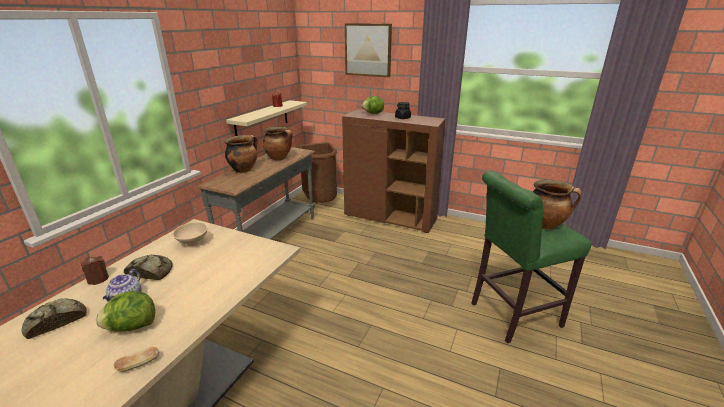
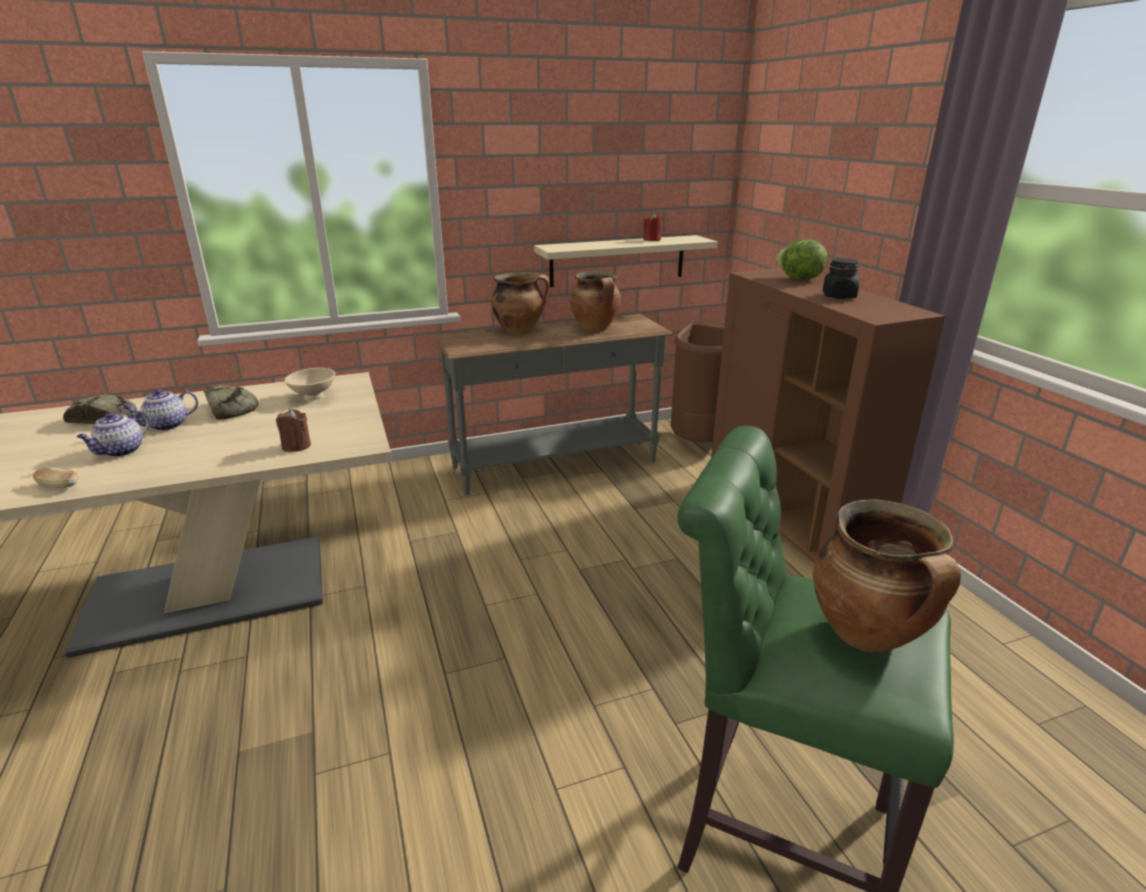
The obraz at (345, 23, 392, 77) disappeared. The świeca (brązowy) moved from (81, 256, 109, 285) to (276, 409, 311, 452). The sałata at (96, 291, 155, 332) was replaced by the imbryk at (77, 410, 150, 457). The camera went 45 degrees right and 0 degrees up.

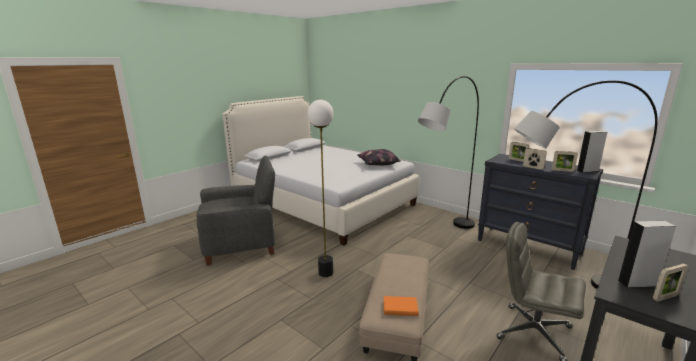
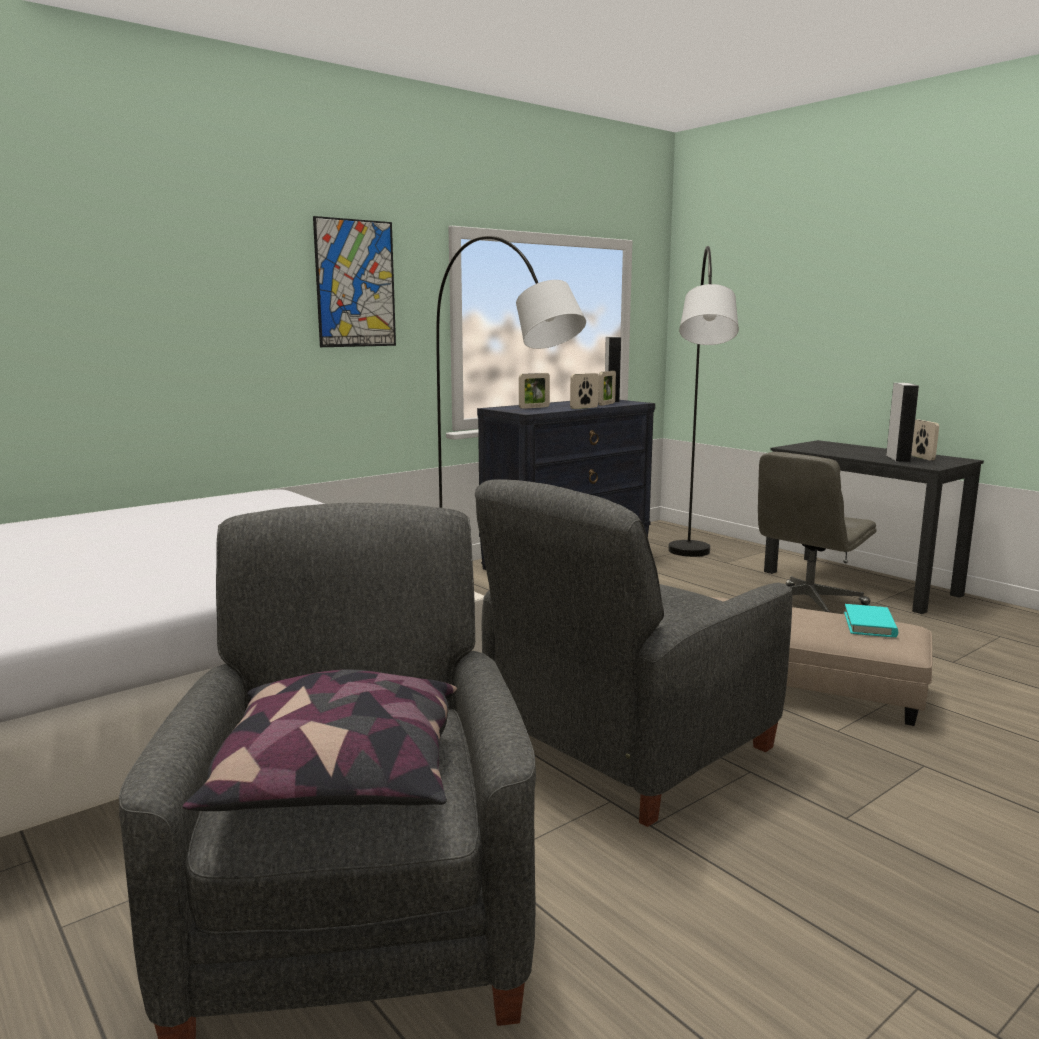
The lampa stojąca at (308, 100, 333, 277) was replaced by the fotel (szary) at (475, 479, 792, 827). The poduszka moved from (357, 149, 401, 165) to (182, 669, 457, 811). The książka (pomarańczowy) at (384, 296, 419, 316) became the książka (turkusowy) at (844, 604, 898, 637). The obraz at (313, 216, 396, 347) appeared. The camera went 80 degrees left and 5 degrees down.

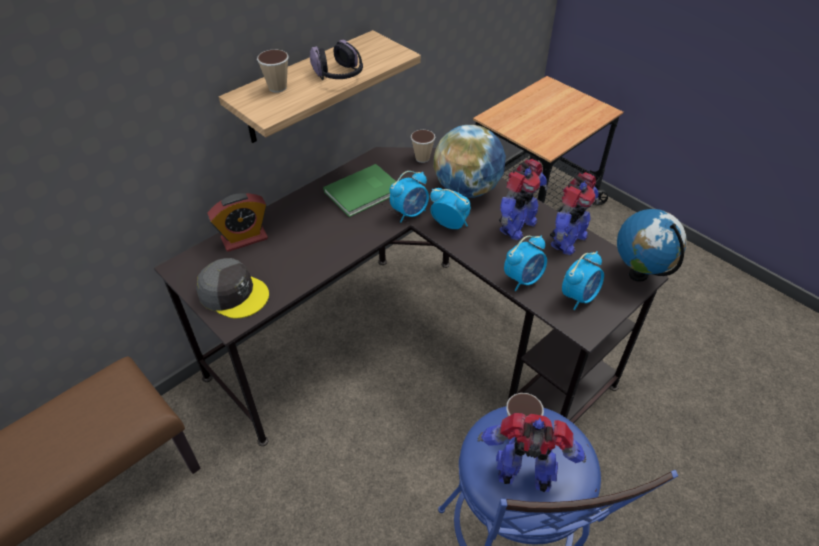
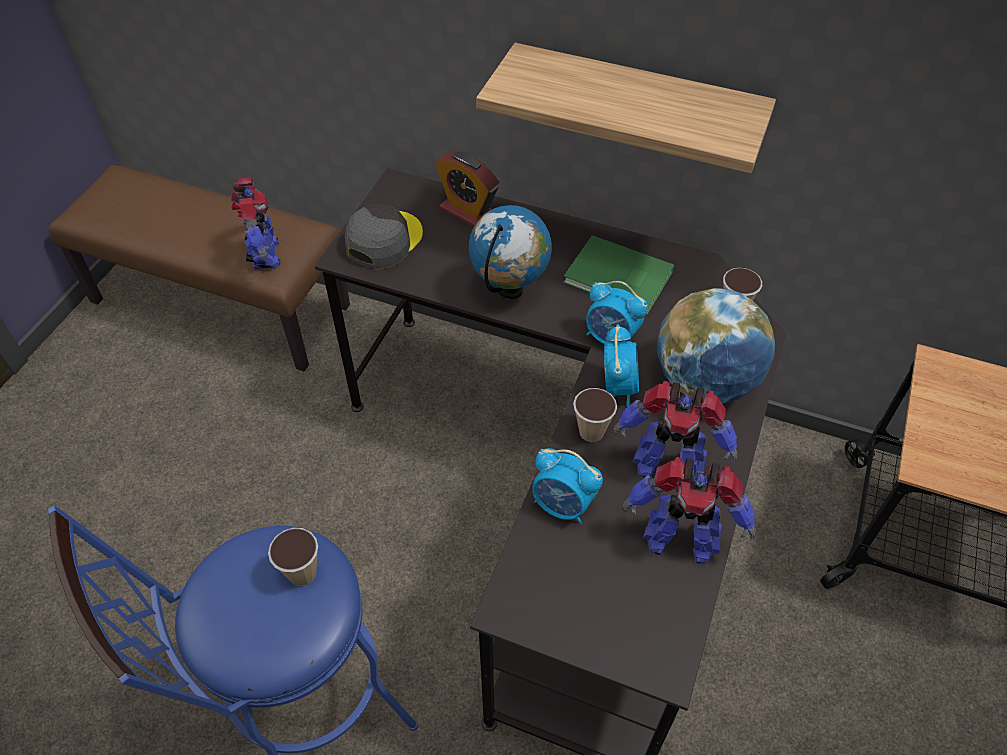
The słuchawki at (310, 39, 363, 80) disappeared. The filiżanka moved from (257, 50, 289, 93) to (573, 388, 617, 442). The globus moved from (617, 209, 687, 282) to (469, 205, 552, 299). The budzik at (562, 251, 604, 310) disappeared. The czapka z daszkiem (szary) at (196, 258, 269, 318) turned 150 degrees counterclockwise. The robot zabawkowy moved from (478, 413, 586, 492) to (231, 177, 280, 270). The camera went 65 degrees right and 5 degrees up.

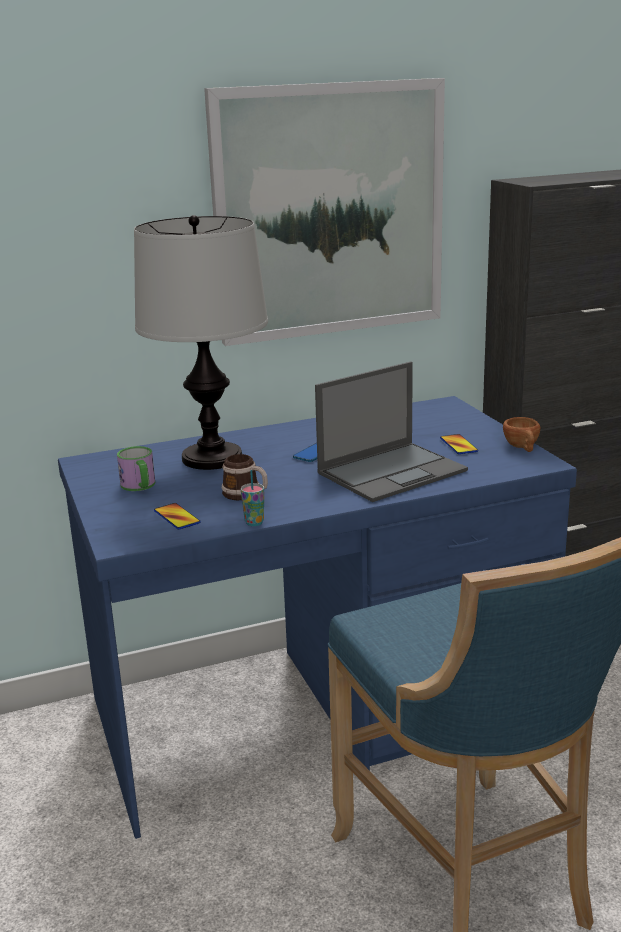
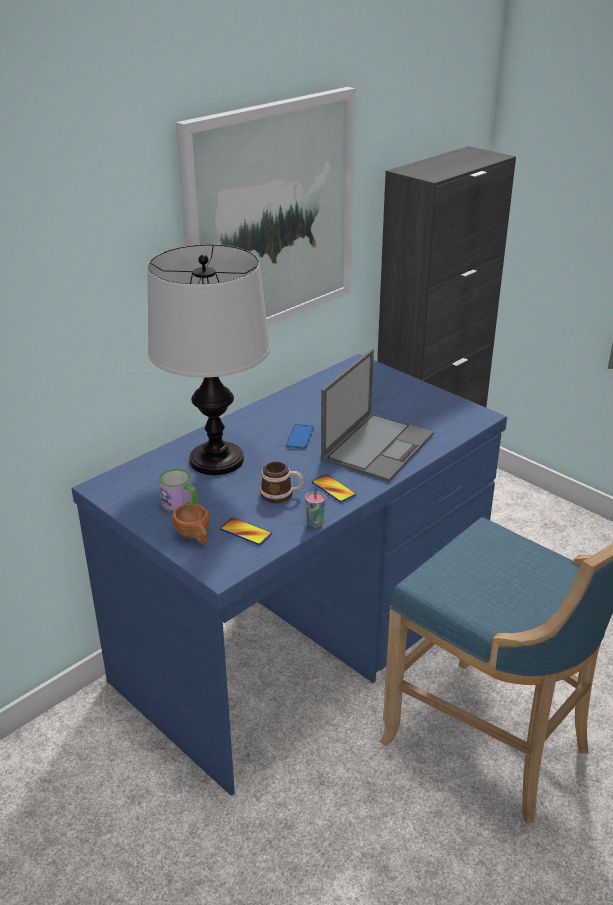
The filiżanka (brązowy) moved from (503, 417, 540, 452) to (172, 503, 210, 545). The telefon moved from (440, 434, 478, 454) to (312, 474, 356, 502). The camera went 25 degrees left and 10 degrees up.

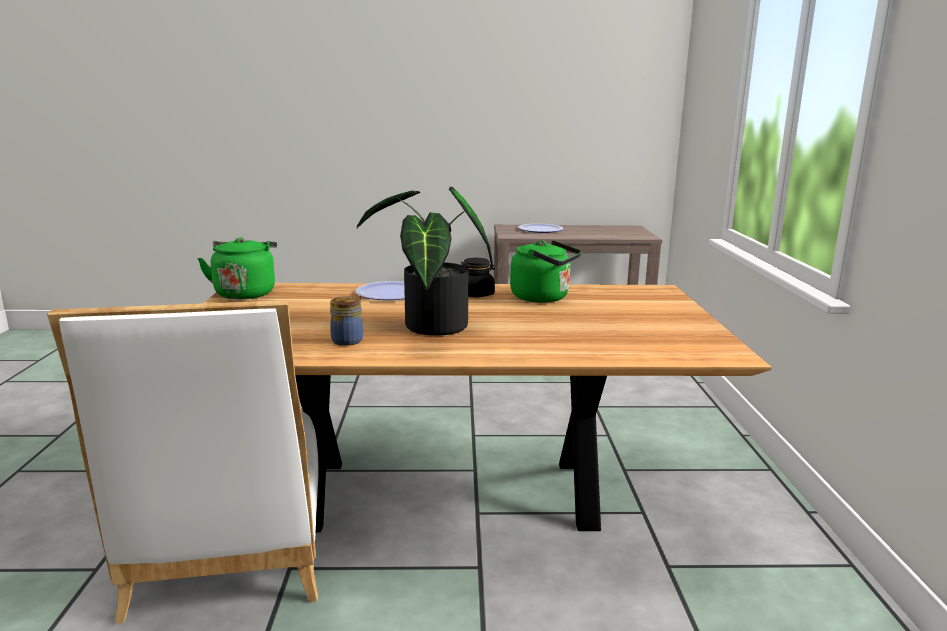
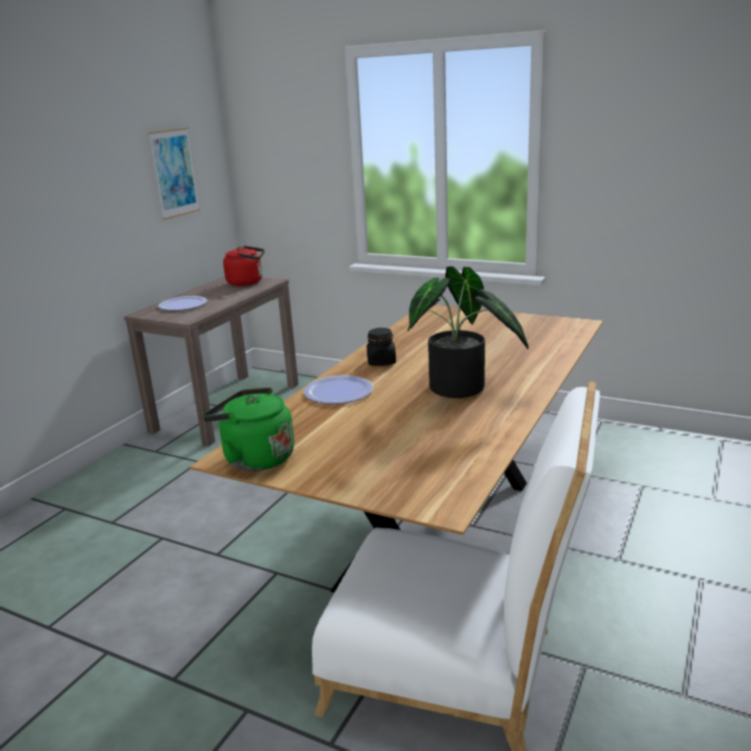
The czajnik (zielony) at (510, 240, 582, 303) disappeared. The słoik at (330, 296, 363, 346) disappeared. The obraz at (148, 127, 200, 220) appeared. The czajnik (czerwony) at (223, 246, 265, 286) appeared. The camera went 60 degrees left and 5 degrees up.

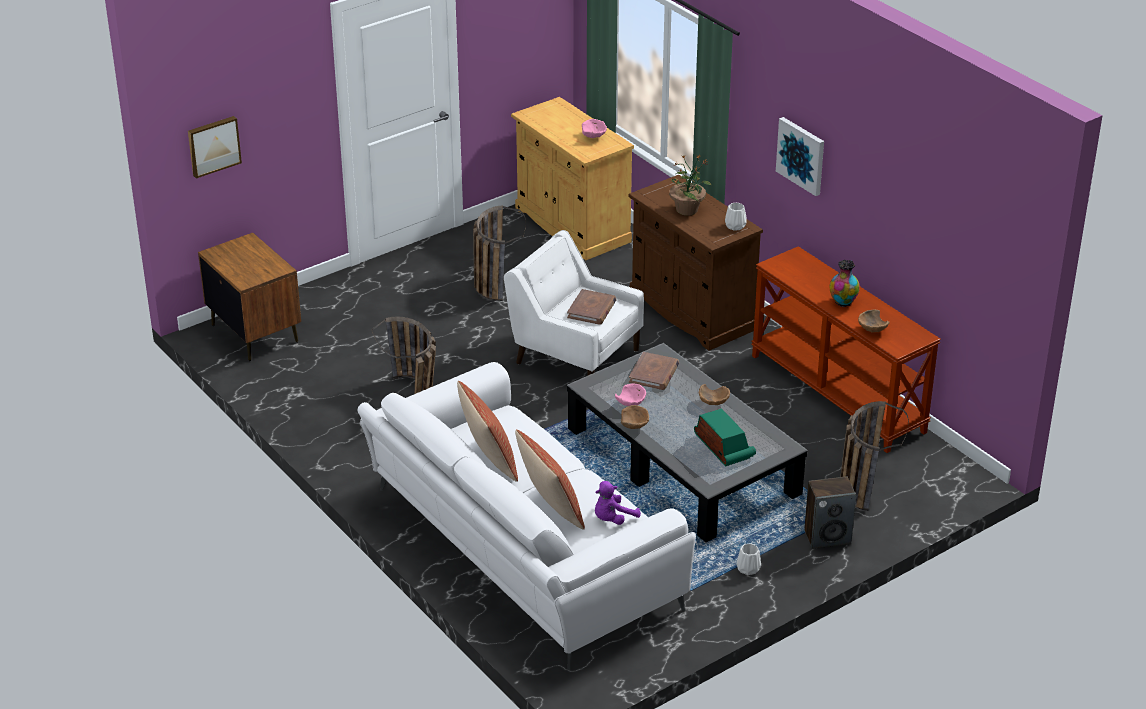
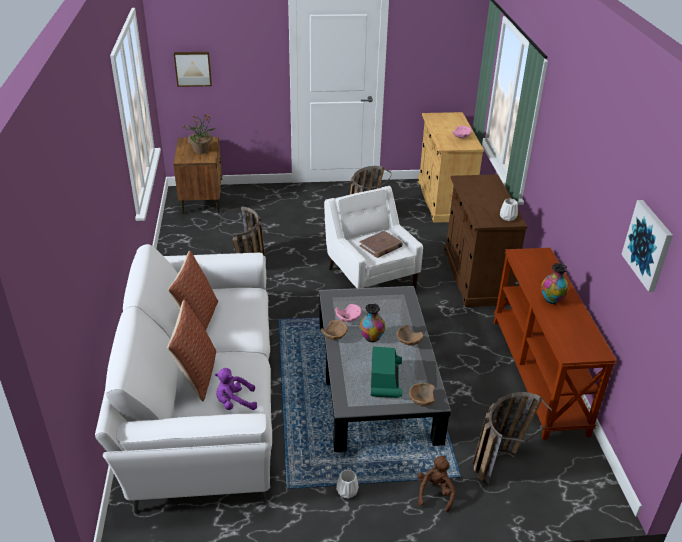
The obraz moved from (776, 117, 824, 196) to (621, 200, 673, 292). The roślina doniczkowa moved from (669, 154, 711, 216) to (183, 114, 216, 154). The miska (brązowy) moved from (858, 309, 890, 333) to (409, 383, 435, 406). The książka (brązowy) at (629, 352, 679, 390) disappeared. The głośnik at (804, 476, 856, 549) was replaced by the pluszak (brązowy) at (417, 456, 456, 512). The wazon at (360, 304, 385, 342) appeared. The camera went 30 degrees right and 0 degrees up.

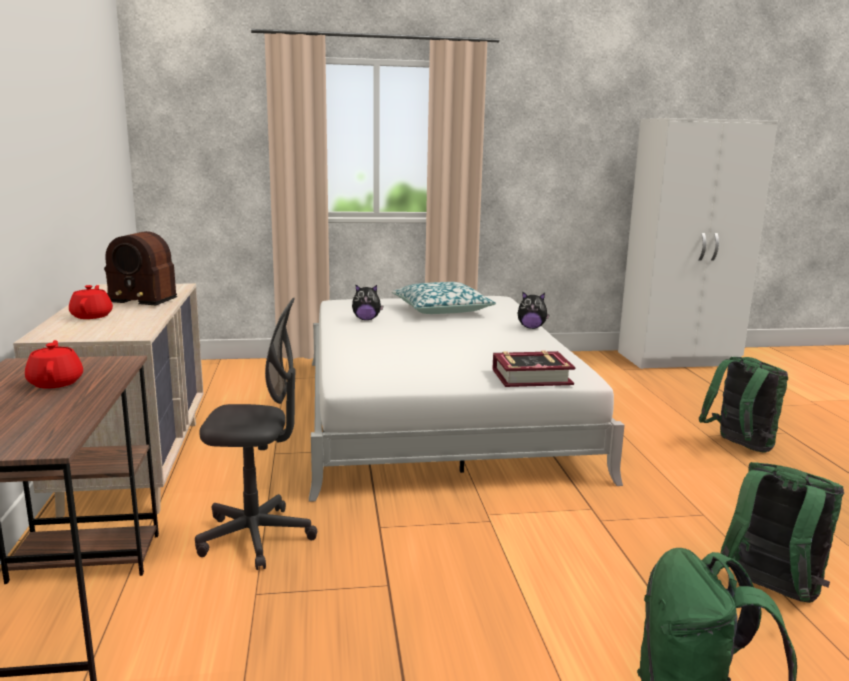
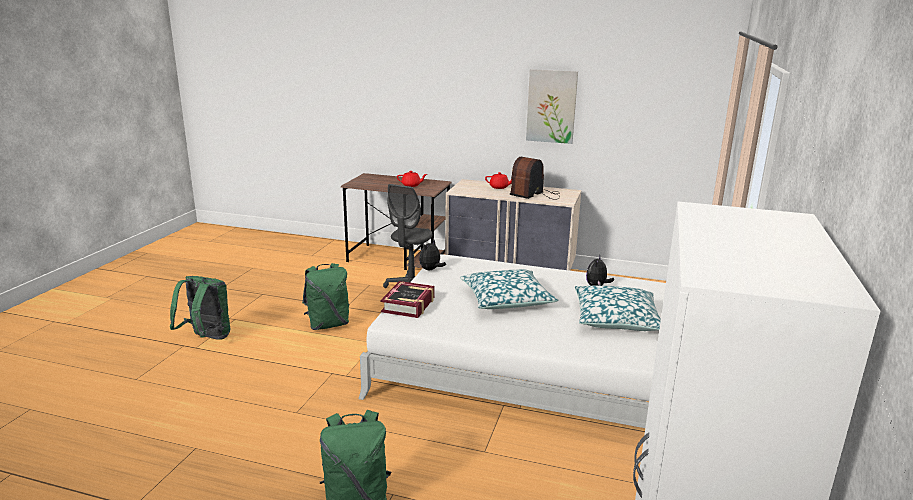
The pluszak moved from (517, 292, 550, 329) to (419, 239, 446, 270). The plecak (zielony) moved from (720, 462, 844, 603) to (302, 263, 349, 330). The obraz at (526, 69, 578, 144) appeared. The poduszka at (460, 269, 558, 309) appeared. The camera went 115 degrees right and 5 degrees up.

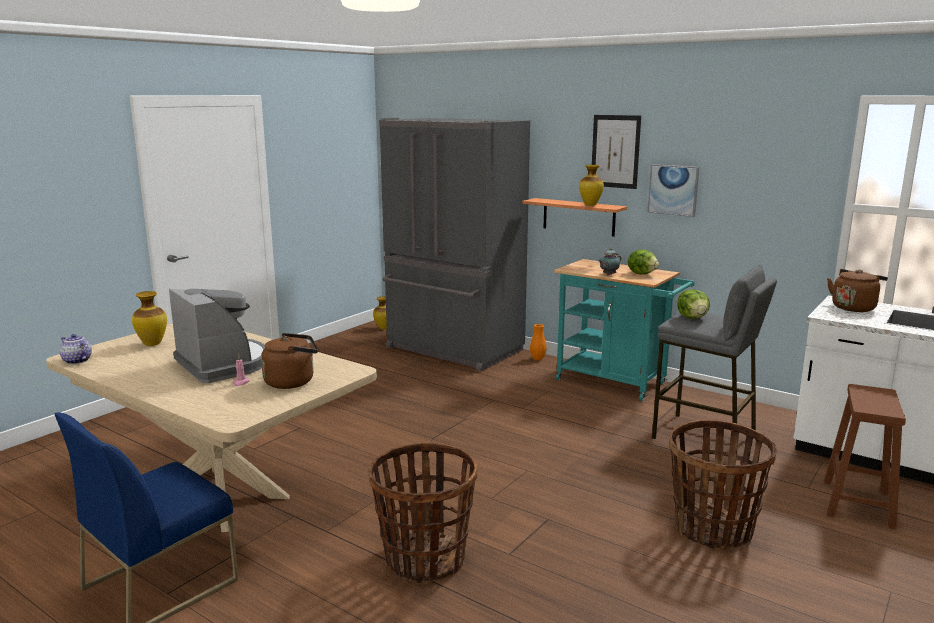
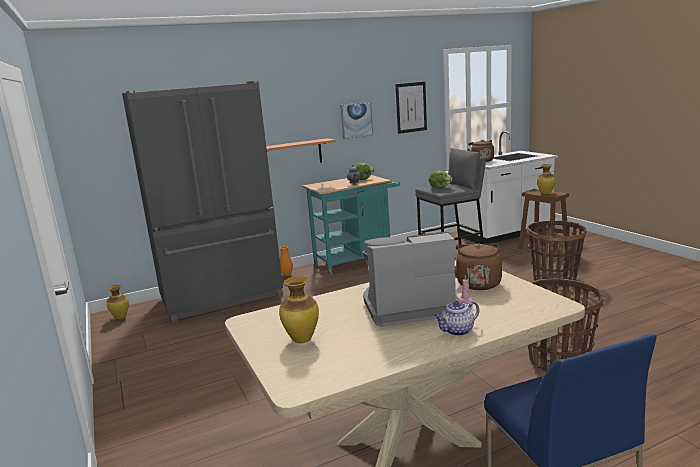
The obraz moved from (592, 115, 641, 189) to (395, 82, 427, 134). The wazon moved from (579, 165, 604, 206) to (537, 164, 556, 195). The imbryk moved from (59, 334, 92, 364) to (434, 301, 479, 336). The camera went 60 degrees left and 0 degrees up.

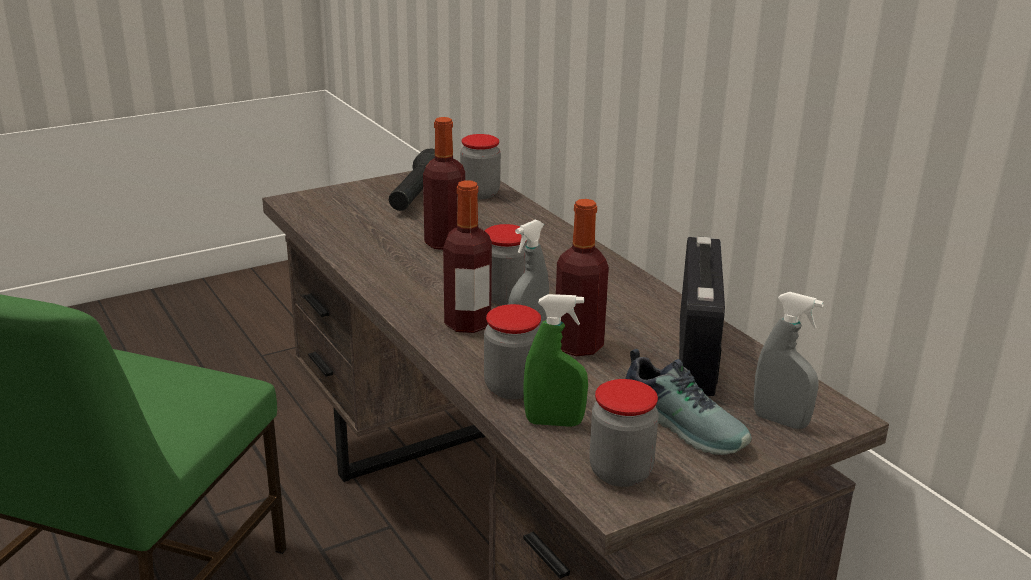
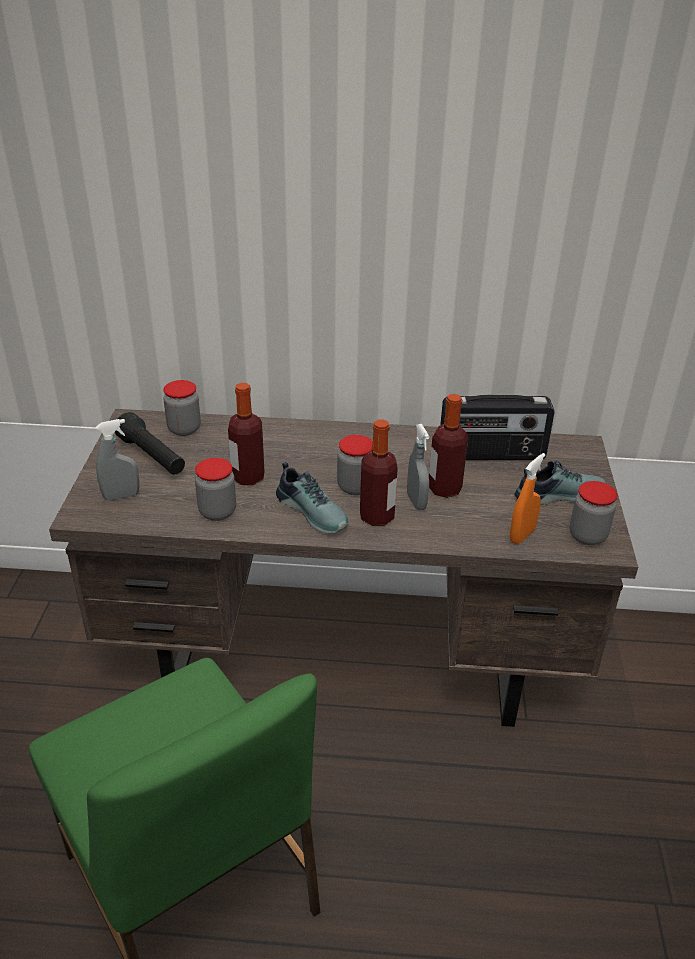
The radio at (679, 236, 725, 396) turned 135 degrees clockwise. The spryskiwacz (szary) moved from (754, 292, 824, 429) to (96, 419, 139, 501). The spryskiwacz (zielony) at (524, 294, 588, 427) became the spryskiwacz (pomarańczowy) at (510, 453, 546, 544). The słoik moved from (484, 304, 541, 399) to (195, 458, 236, 521). The but at (276, 462, 349, 534) appeared. The camera went 55 degrees left and 10 degrees up.

